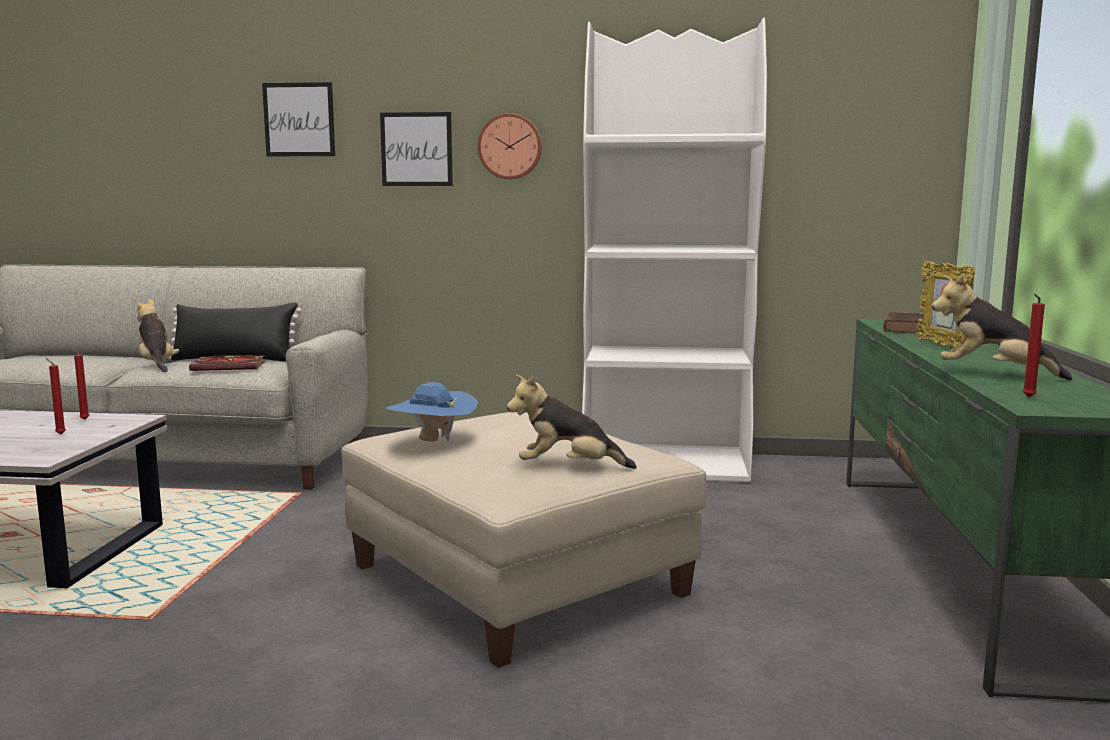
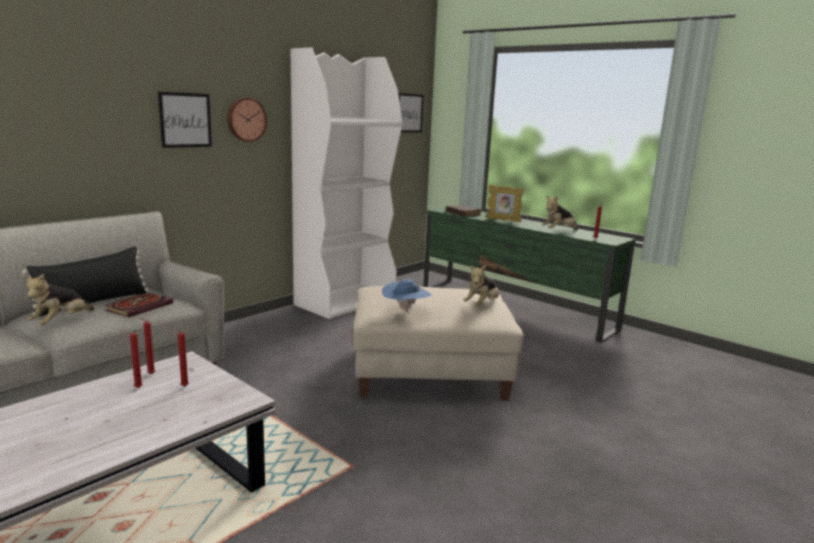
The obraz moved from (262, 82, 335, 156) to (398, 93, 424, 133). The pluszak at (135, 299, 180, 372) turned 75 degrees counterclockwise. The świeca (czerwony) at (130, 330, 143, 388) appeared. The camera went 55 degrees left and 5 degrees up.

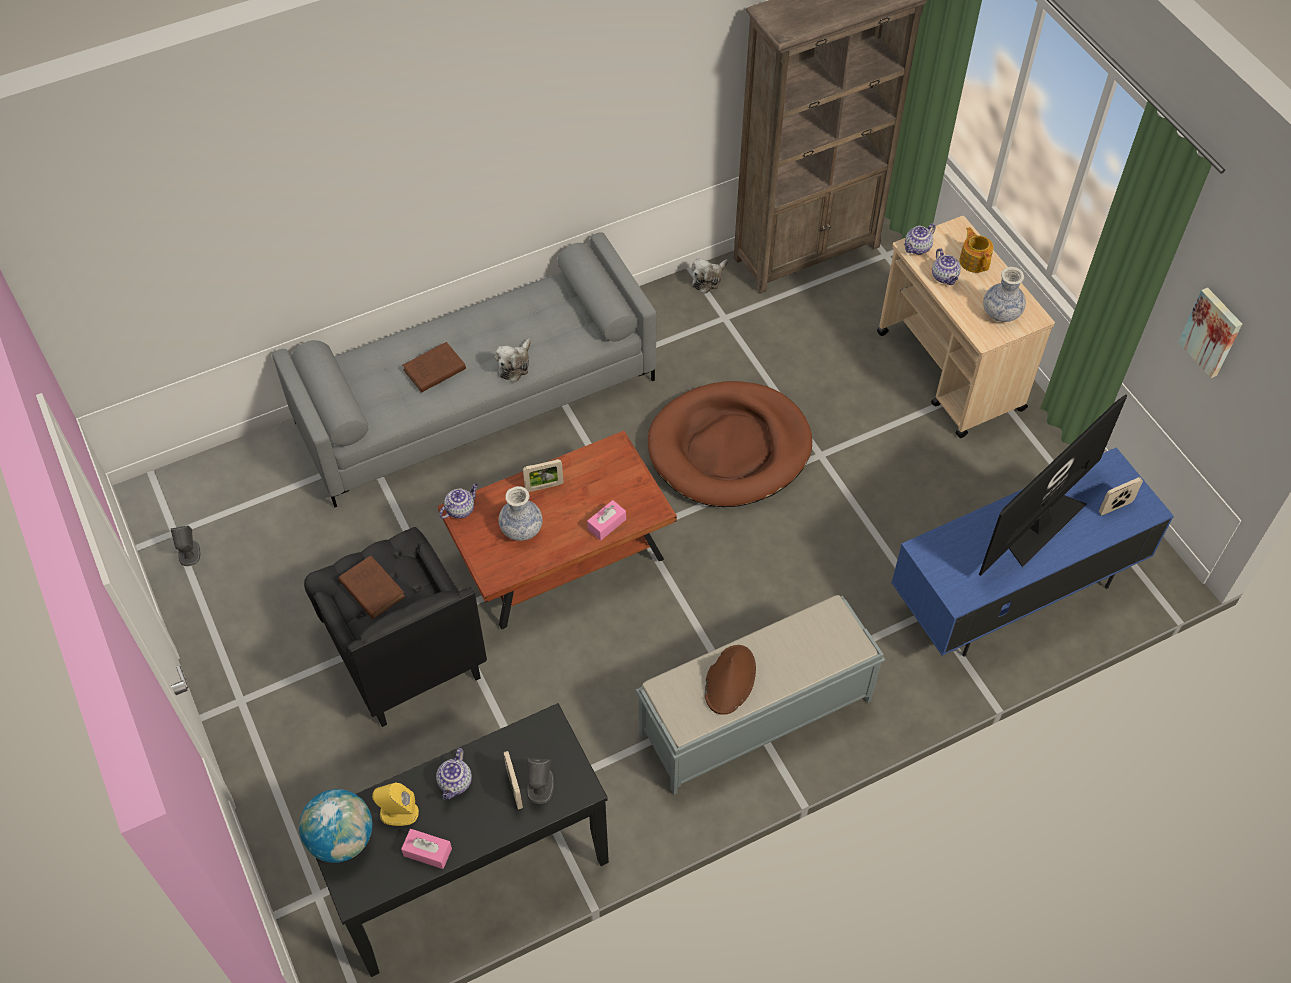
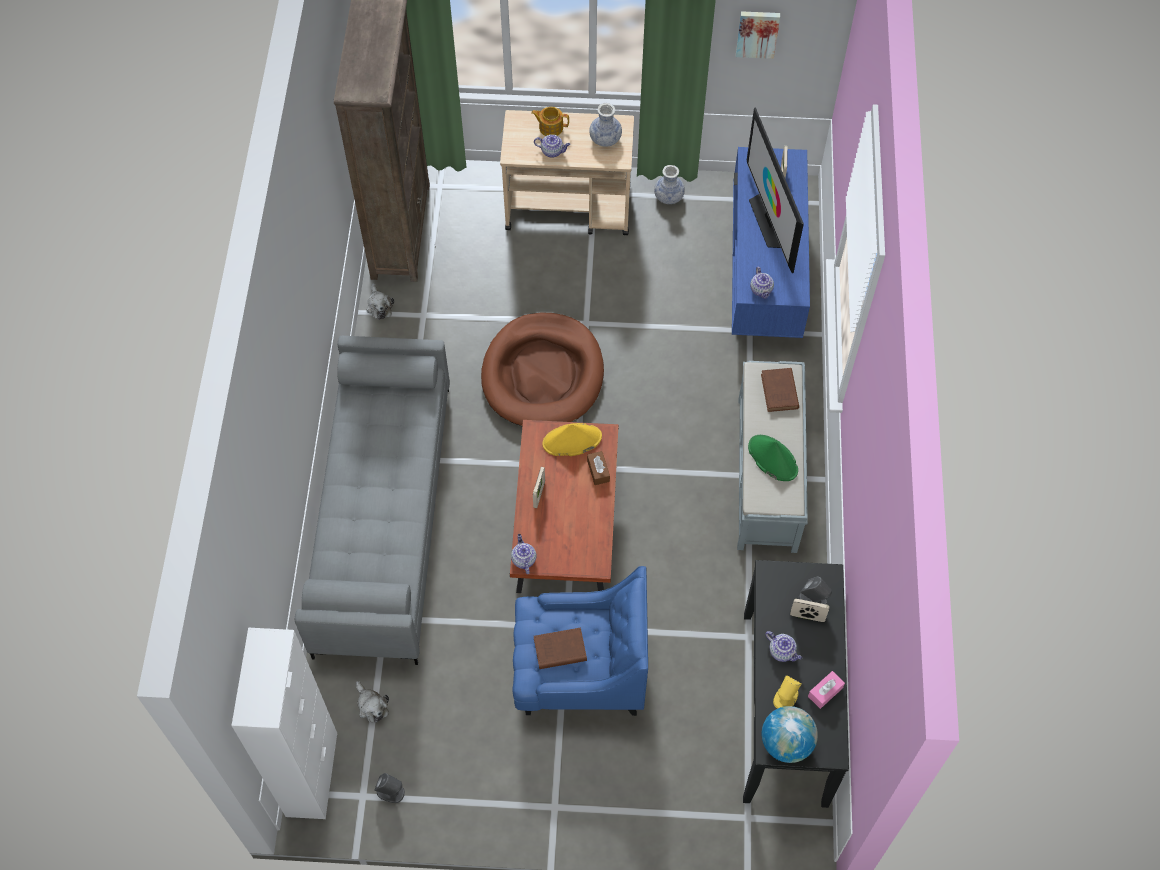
The imbryk moved from (904, 223, 936, 255) to (750, 267, 774, 299). The pluszak moved from (495, 339, 531, 382) to (356, 681, 389, 723). The książka (brązowy) moved from (402, 342, 466, 393) to (761, 368, 799, 412). The wazon moved from (499, 486, 542, 541) to (654, 165, 685, 204). The pudełko chusteczek (różowy) at (587, 500, 626, 541) became the pudełko chusteczek (brązowy) at (587, 451, 610, 485). The fotel (czarny) at (304, 527, 487, 727) became the fotel (niebieski) at (512, 566, 648, 716). The kapelusz (brązowy) at (705, 645, 756, 715) became the kapelusz (zielony) at (748, 435, 798, 481). The kapelusz (żółty) at (542, 423, 602, 456) appeared. The szafka (biały) at (231, 628, 337, 819) appeared. The camera went 60 degrees left and 5 degrees up.

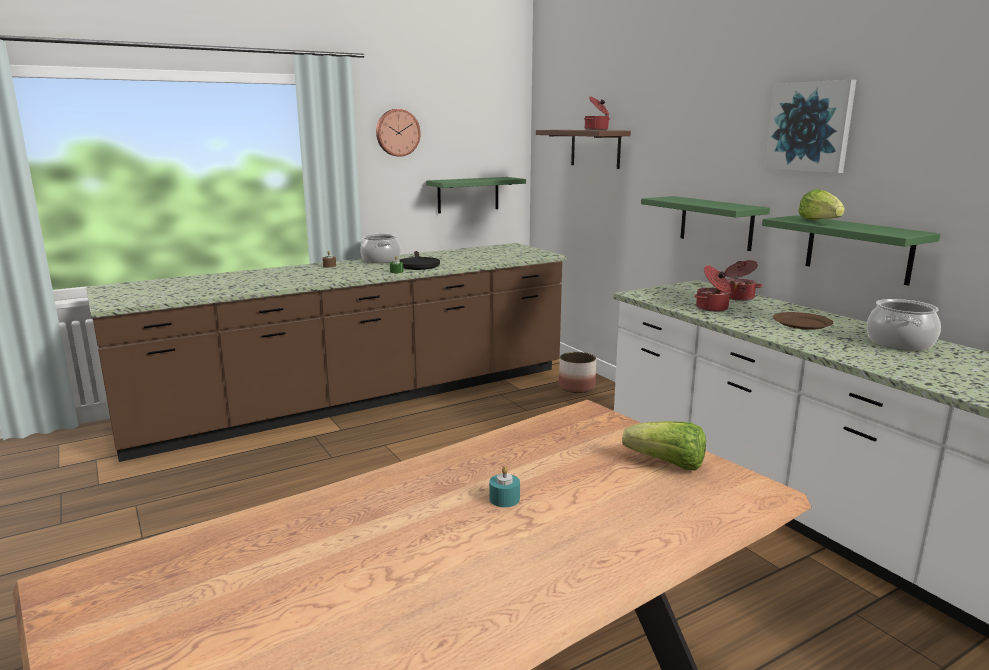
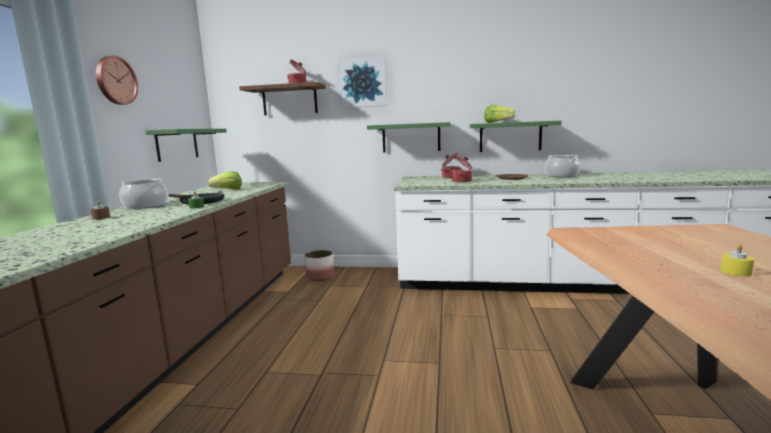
The obraz moved from (765, 80, 856, 173) to (339, 56, 387, 108). The sałata moved from (622, 421, 706, 471) to (208, 171, 241, 189). The świeca (turkusowy) at (489, 466, 520, 507) became the świeca (żółty) at (720, 244, 754, 277). The camera went 50 degrees left and 5 degrees down.

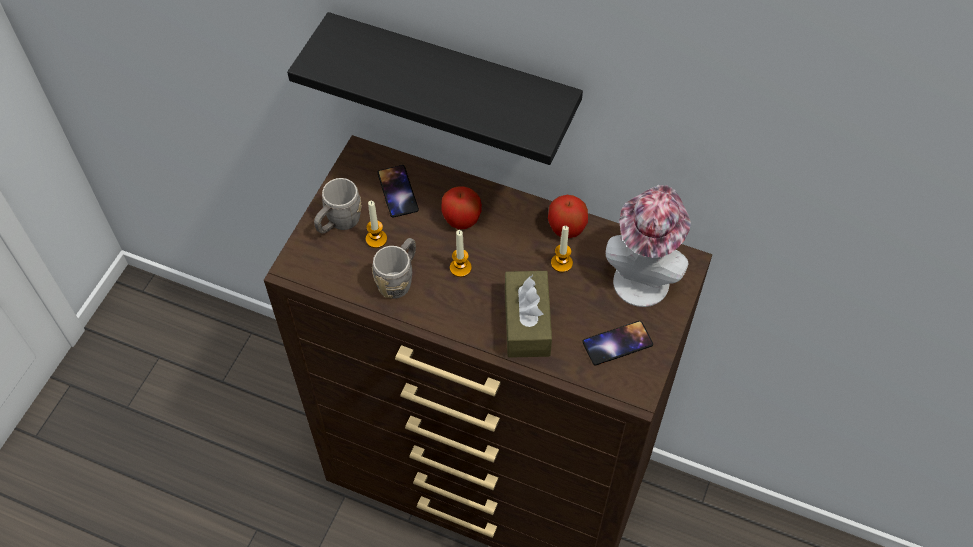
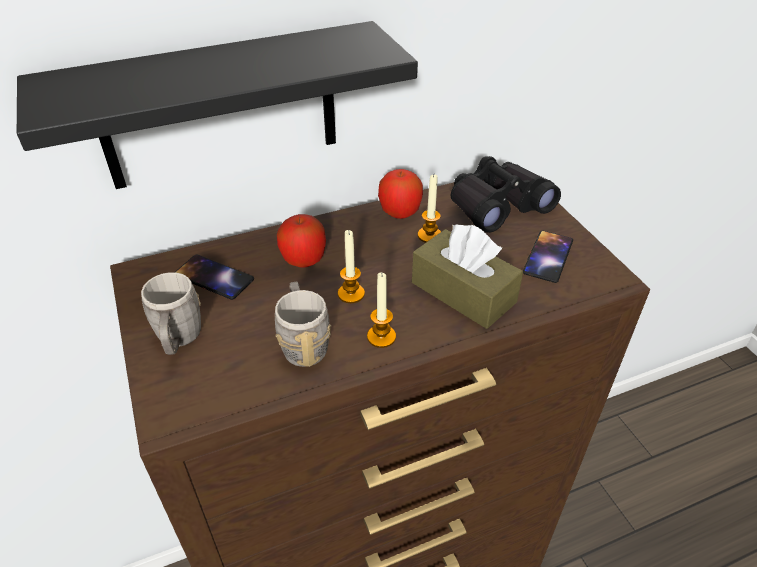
The kapelusz at (606, 185, 691, 307) was replaced by the lornetka (czarny) at (451, 156, 561, 233). The świeca moved from (366, 201, 387, 248) to (367, 272, 396, 348). The camera went 45 degrees left and 15 degrees down.

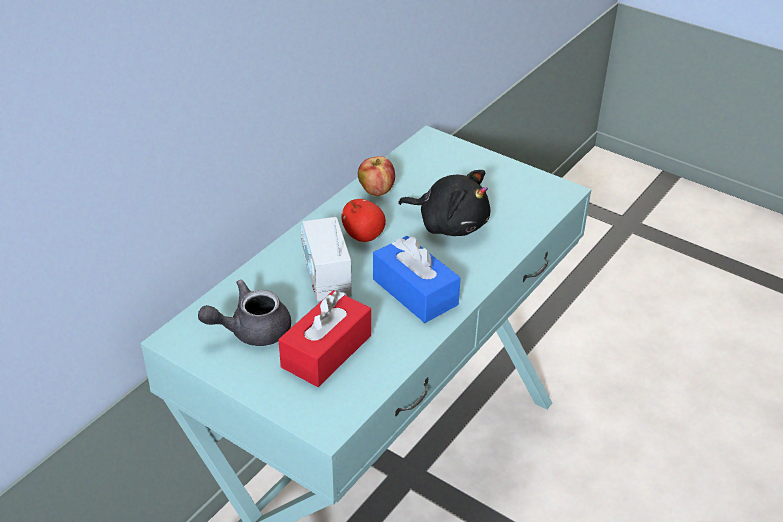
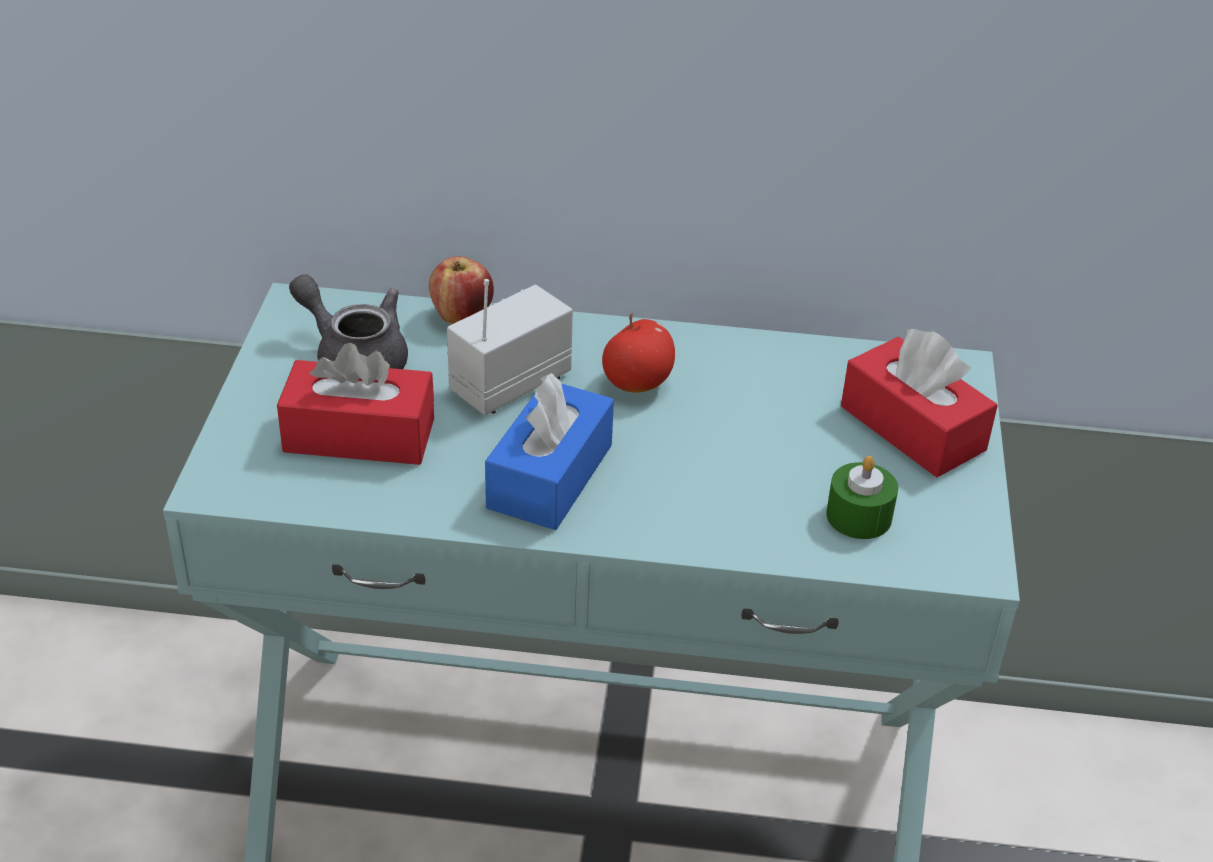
The jabłko moved from (358, 156, 395, 196) to (429, 256, 494, 324). The pluszak (czarny) at (398, 170, 490, 236) disappeared. The pudełko chusteczek (czerwony) at (841, 329, 998, 477) appeared. The świeca (zielony) at (826, 456, 898, 539) appeared. The camera went 60 degrees right and 0 degrees up.

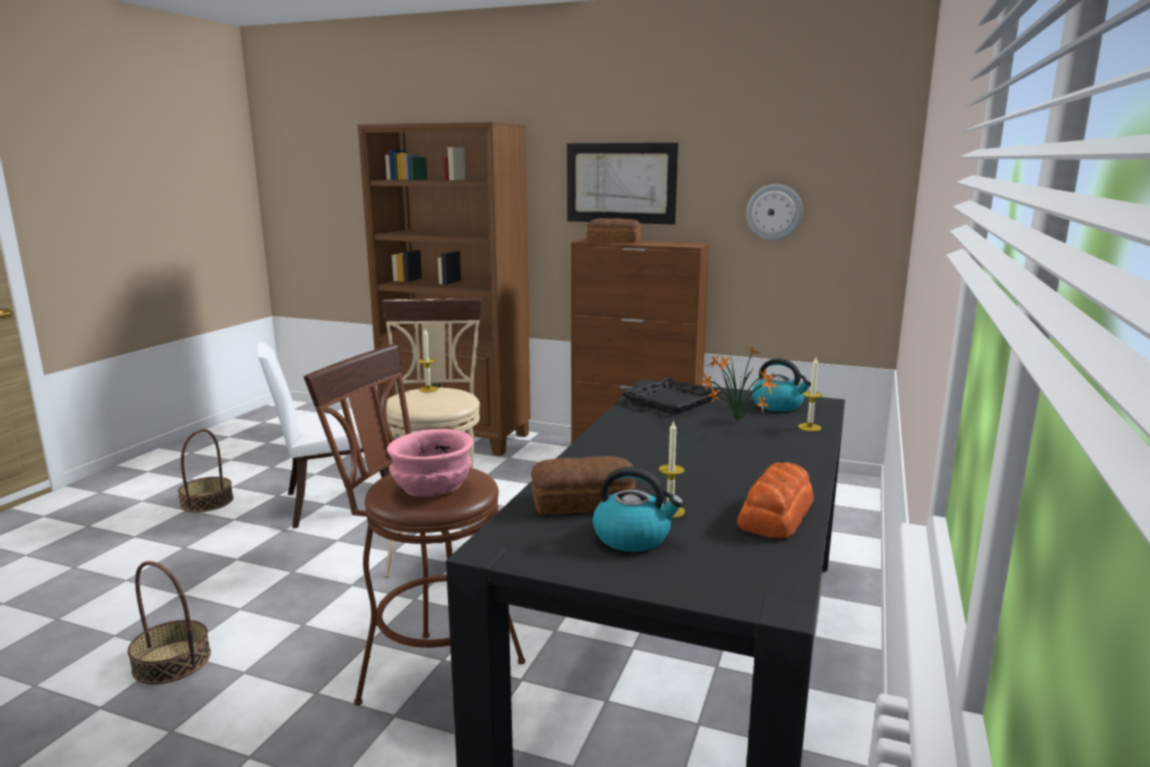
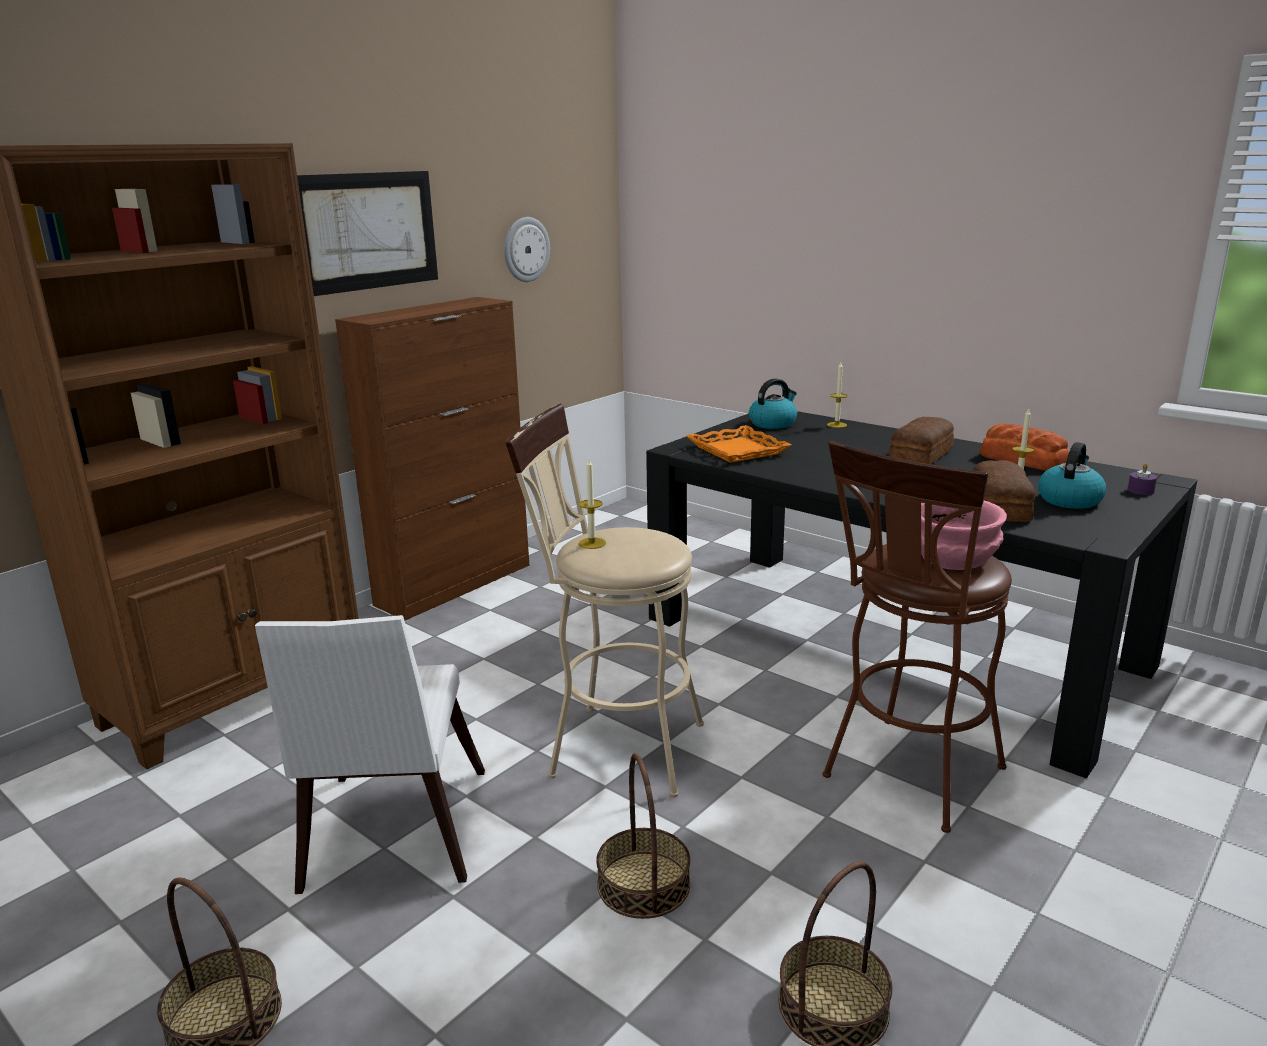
The chleb moved from (586, 218, 641, 243) to (889, 417, 954, 464). The roślina doniczkowa at (700, 346, 779, 421) disappeared. The taca (czarny) at (621, 377, 723, 414) became the taca (pomarańczowy) at (687, 425, 791, 463). The świeca (fioletowy) at (1128, 463, 1157, 495) appeared. The koszyk at (596, 753, 690, 919) appeared. The camera went 70 degrees left and 5 degrees up.

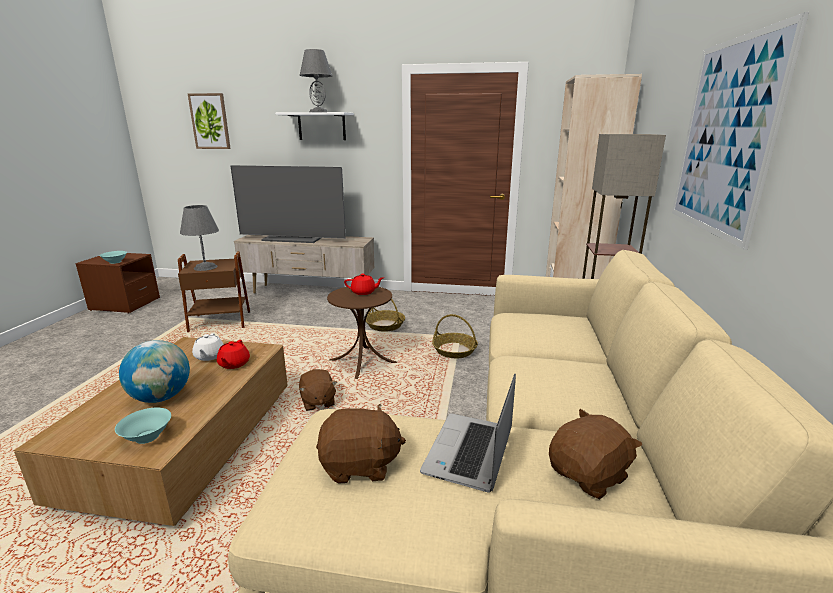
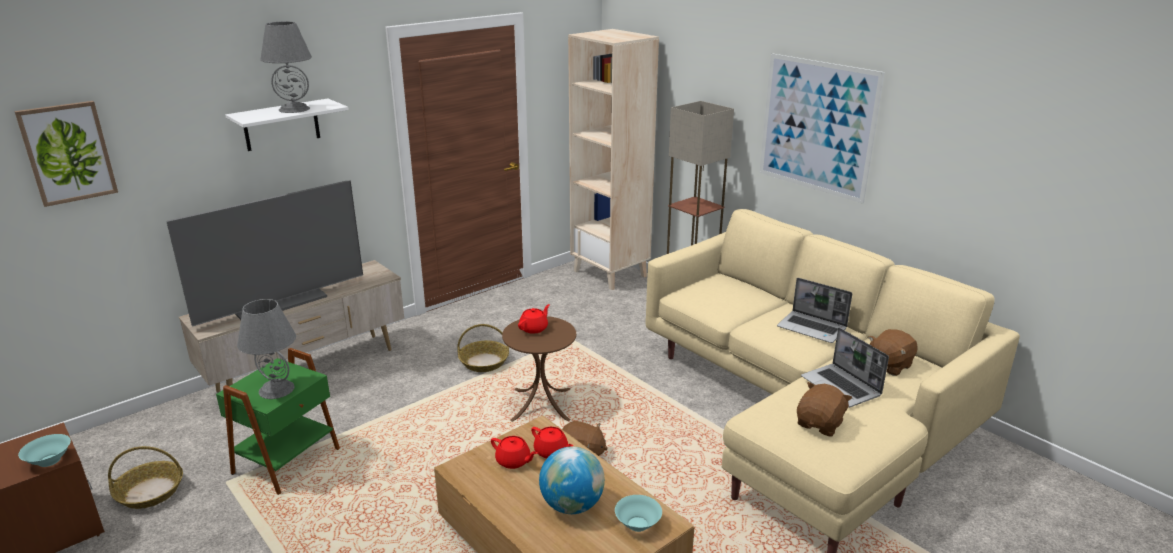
The stolik (brązowy) at (178, 251, 250, 332) became the stolik (zielony) at (216, 348, 340, 495). The koszyk moved from (432, 314, 478, 358) to (108, 446, 183, 509). The imbryk (biały) at (192, 333, 224, 361) became the imbryk (czerwony) at (491, 436, 537, 469). The pluszak (brązowy) at (549, 408, 642, 500) turned 135 degrees counterclockwise. The laptop at (777, 278, 852, 343) appeared. The camera went 50 degrees left and 5 degrees up.

